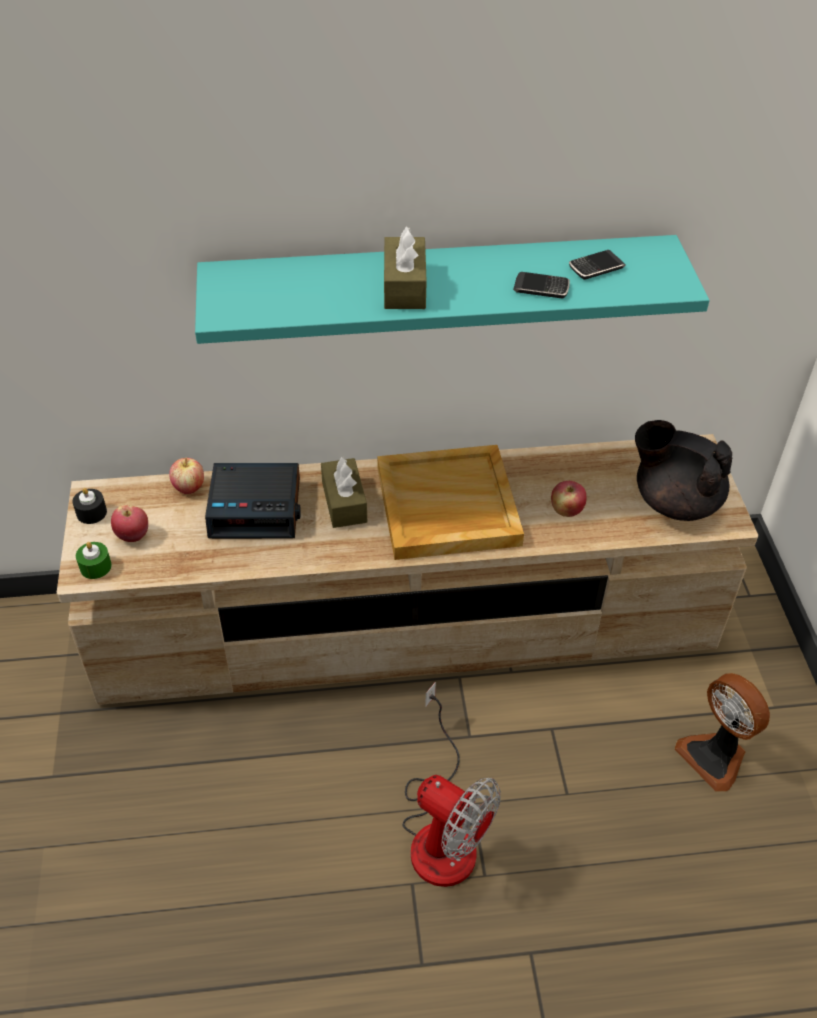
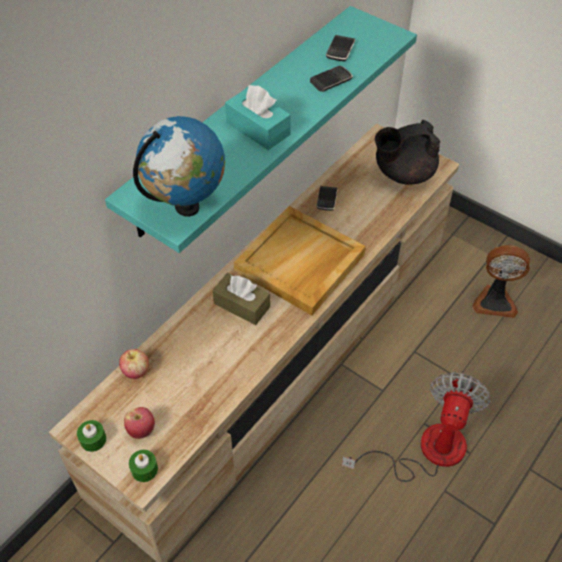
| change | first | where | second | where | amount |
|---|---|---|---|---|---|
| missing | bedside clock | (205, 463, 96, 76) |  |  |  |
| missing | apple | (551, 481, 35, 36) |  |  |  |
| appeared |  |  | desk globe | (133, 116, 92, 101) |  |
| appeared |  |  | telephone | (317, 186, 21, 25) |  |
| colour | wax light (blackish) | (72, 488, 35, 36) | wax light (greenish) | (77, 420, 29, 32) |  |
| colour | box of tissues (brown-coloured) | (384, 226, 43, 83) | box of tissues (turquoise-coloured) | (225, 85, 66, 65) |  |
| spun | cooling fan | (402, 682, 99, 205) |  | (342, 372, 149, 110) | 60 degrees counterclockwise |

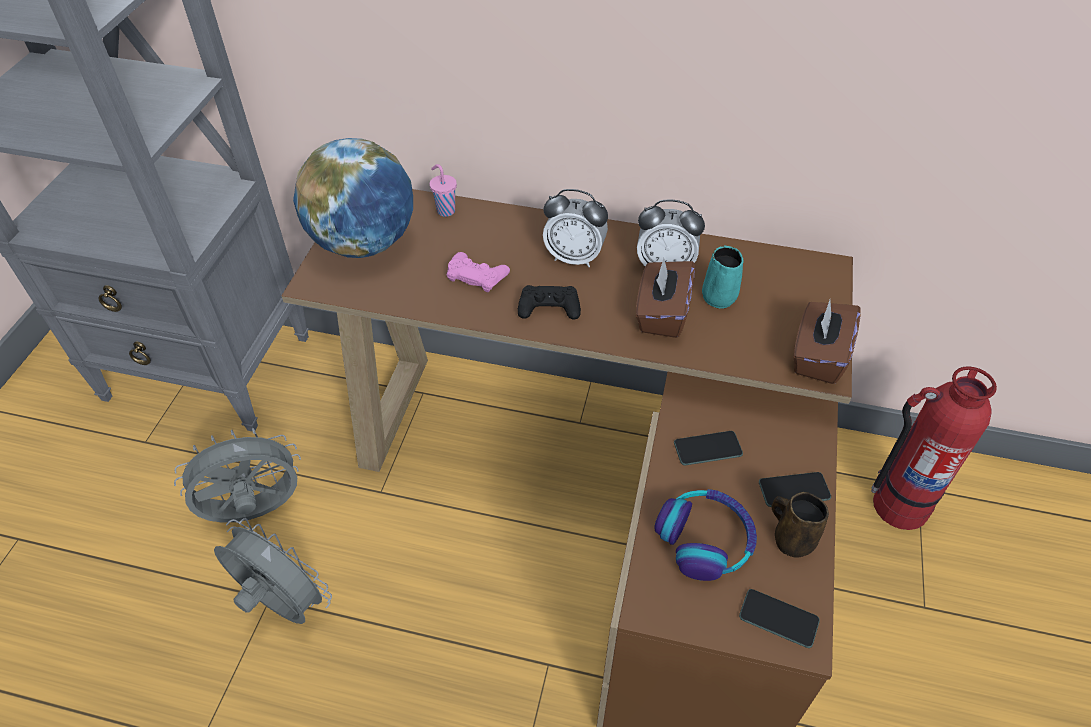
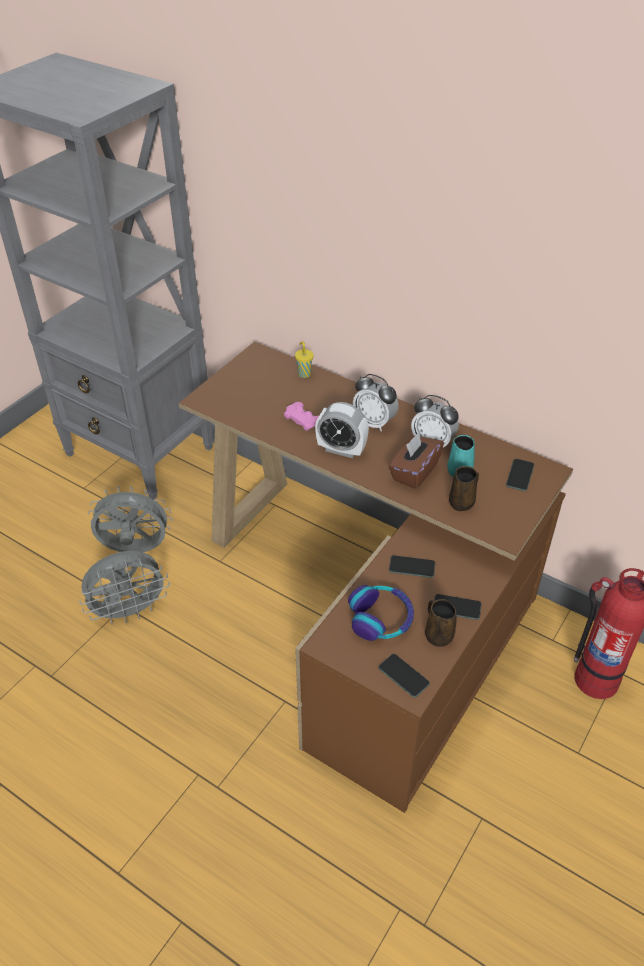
| change | first | where | second | where | amount |
|---|---|---|---|---|---|
| missing | desk globe | (293, 138, 120, 120) |  |  |  |
| missing | box of tissues (brown-coloured) | (793, 300, 68, 84) |  |  |  |
| appeared |  |  | tea mug (brown-coloured) | (449, 466, 30, 45) |  |
| appeared |  |  | telephone | (506, 459, 28, 32) |  |
| exchanged | joypad (blackish) | (518, 285, 63, 34) | bedside clock | (315, 402, 54, 56) |  |
| colour | drinking cup (pinkish) | (430, 164, 27, 53) | drinking cup (yellow-coloured) | (295, 341, 19, 37) |  |
| spun | cooling fan (grey) | (214, 518, 118, 106) |  | (79, 551, 91, 74) | 105 degrees clockwise |

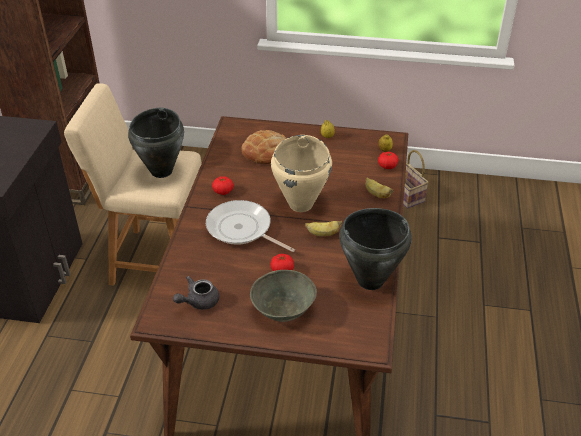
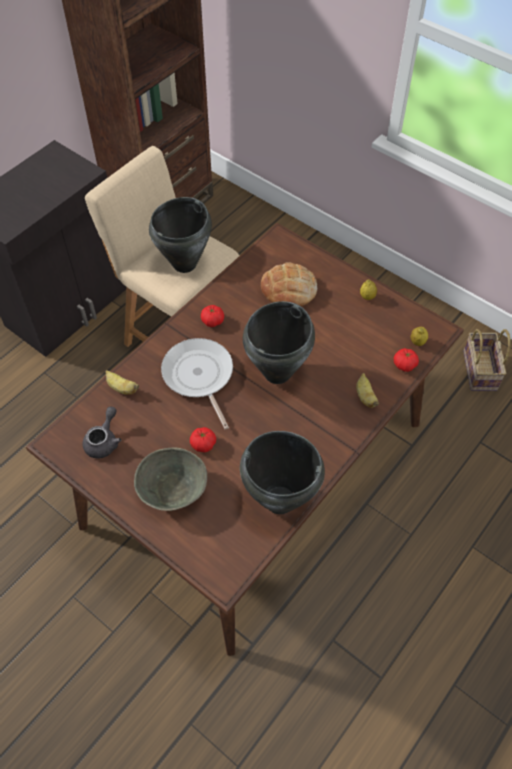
| change | first | where | second | where | amount |
|---|---|---|---|---|---|
| relocated | banana | (305, 221, 37, 15) |  | (106, 370, 33, 25) |  |
| colour | stockpot (sand-coloured) | (271, 135, 61, 77) | stockpot (blackish) | (243, 301, 72, 83) |  |
| spun | teapot (grey) | (173, 276, 46, 34) |  | (83, 406, 39, 52) | 120 degrees clockwise |

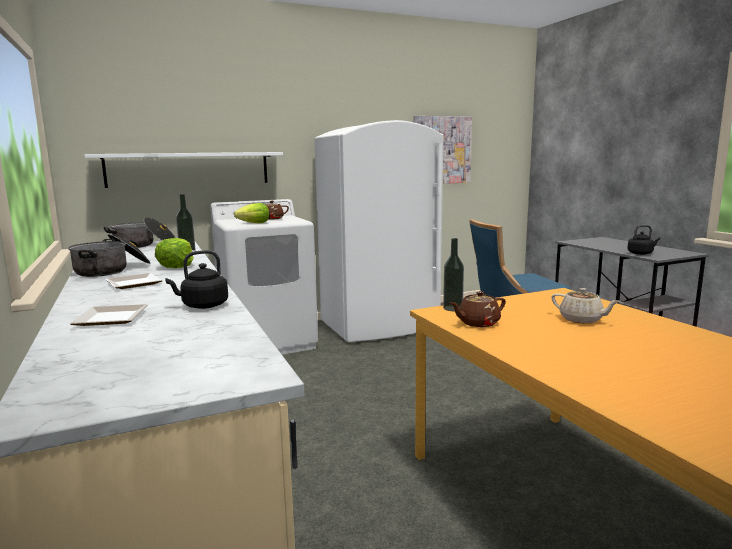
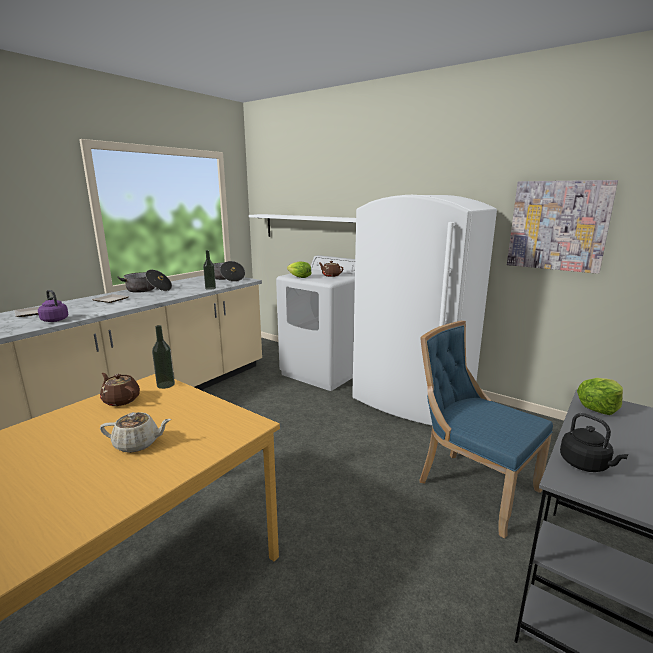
| change | first | where | second | where | amount |
|---|---|---|---|---|---|
| relocated | head of lettuce | (155, 238, 39, 30) |  | (577, 378, 46, 37) |  |
| colour | tea kettle (blackish) | (165, 250, 63, 59) | tea kettle (purple) | (38, 290, 30, 32) |  |
| spun | teapot (sand-coloured) | (551, 288, 69, 36) |  | (100, 412, 71, 41) | 105 degrees counterclockwise |

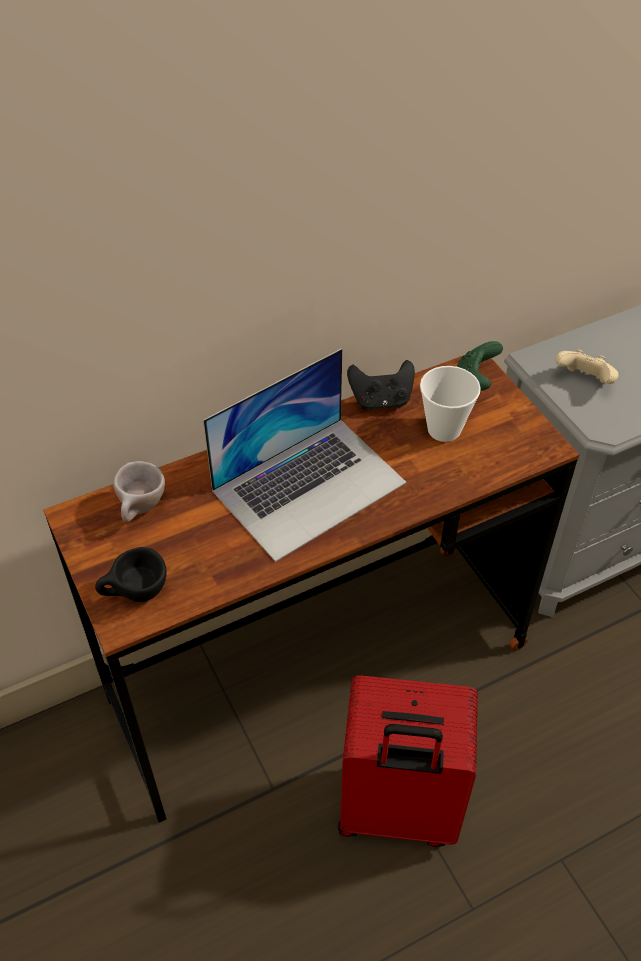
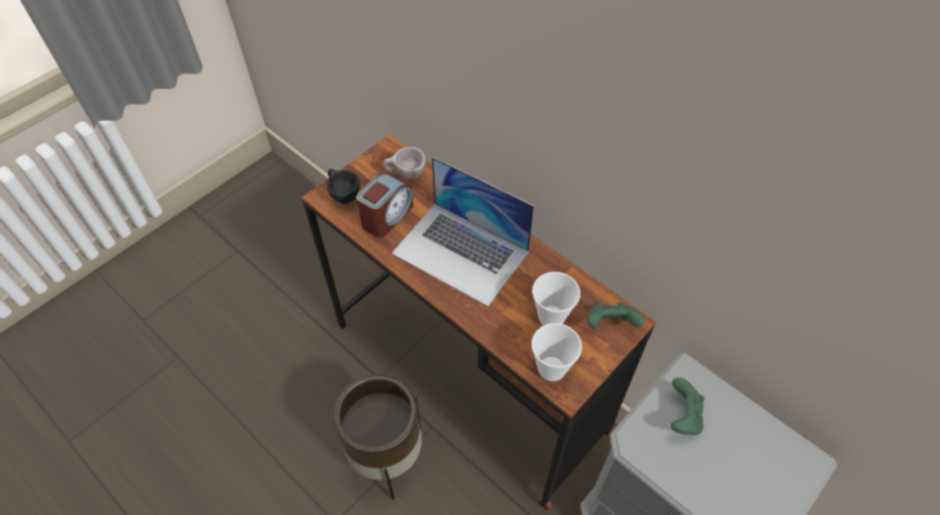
| change | first | where | second | where | amount |
|---|---|---|---|---|---|
| missing | joypad (blackish) | (347, 360, 68, 50) |  |  |  |
| appeared |  |  | bedside clock | (356, 173, 58, 65) |  |
| appeared |  |  | drinking cup | (531, 323, 51, 58) |  |
| exchanged | travel case (reddish) | (338, 676, 140, 171) | planter (brown-coloured) | (334, 374, 88, 126) |  |
| colour | joypad (sand-coloured) | (555, 349, 64, 35) | joypad (greenish) | (671, 378, 33, 57) |  |

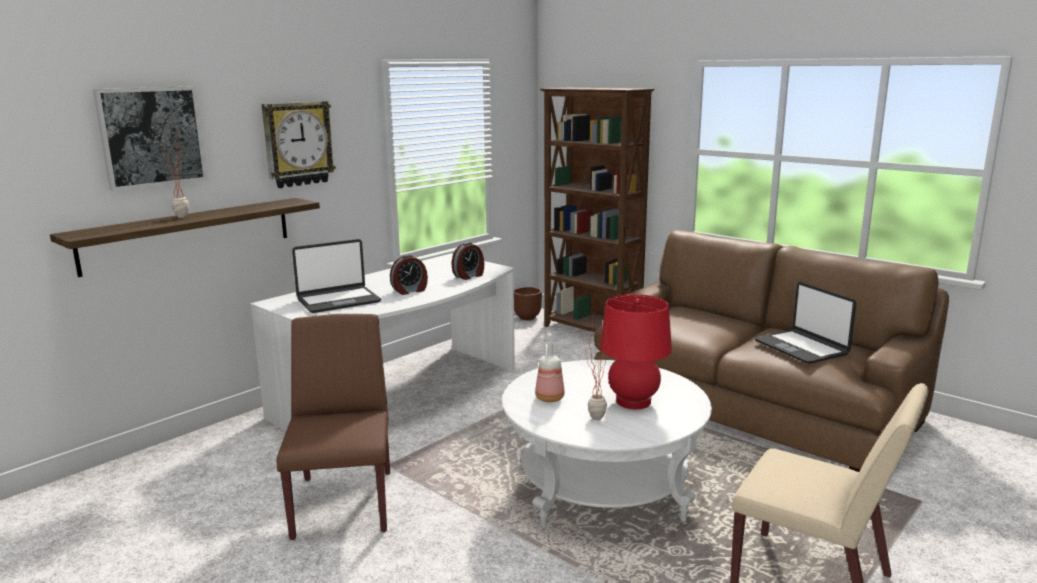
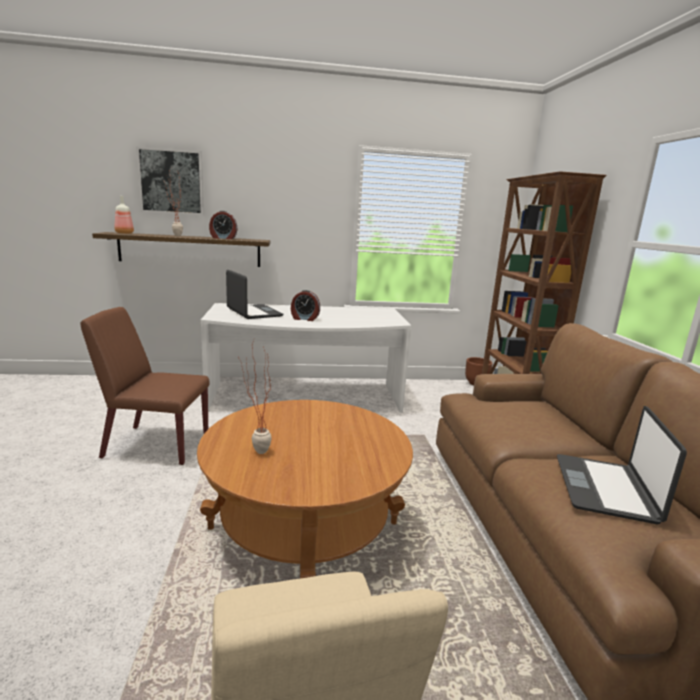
| change | first | where | second | where | amount |
|---|---|---|---|---|---|
| missing | clock on the wall | (262, 101, 74, 87) |  |  |  |
| missing | tabletop lamp (reddish) | (600, 294, 72, 115) |  |  |  |
| relocated | bedside clock | (452, 242, 32, 38) |  | (209, 211, 28, 28) |  |
| relocated | beverage bottle | (535, 342, 30, 60) |  | (114, 196, 20, 38) |  |
| colour | low table (white-coloured) | (502, 360, 210, 167) | low table (brown-coloured) | (197, 400, 216, 178) |  |
| spun | chair (brown-coloured) | (277, 314, 113, 226) |  | (80, 307, 130, 158) | 120 degrees counterclockwise |
| spun | portable computer | (292, 239, 89, 74) |  | (226, 270, 57, 49) | 135 degrees counterclockwise |

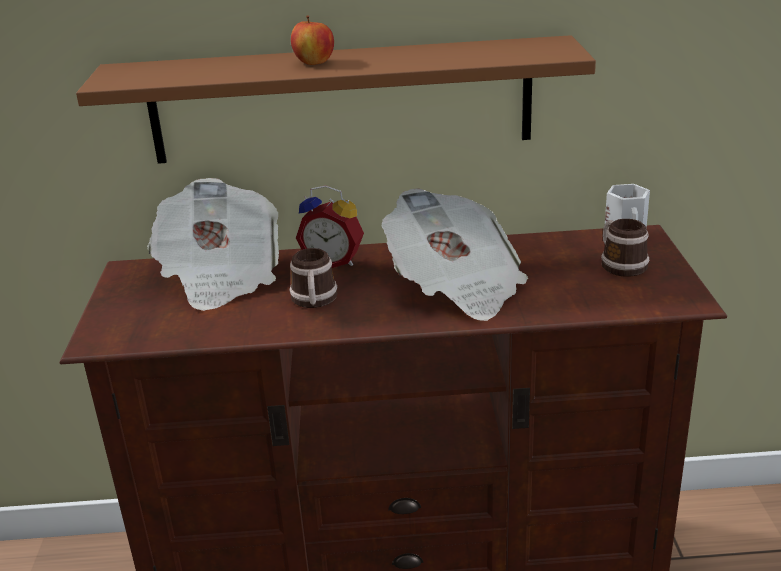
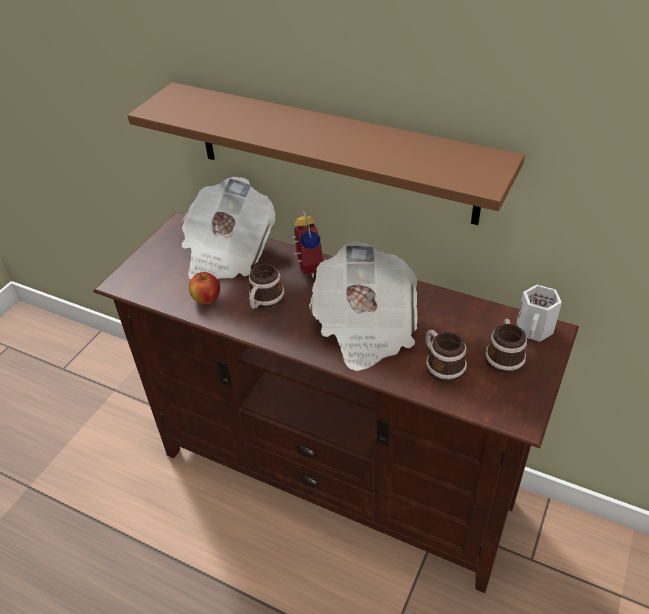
| change | first | where | second | where | amount |
|---|---|---|---|---|---|
| appeared |  |  | tea mug | (426, 330, 41, 53) |  |
| relocated | apple | (291, 15, 43, 50) |  | (189, 272, 31, 32) |  |
| spun | bedside clock | (296, 185, 68, 83) |  | (289, 211, 34, 67) | 150 degrees counterclockwise |

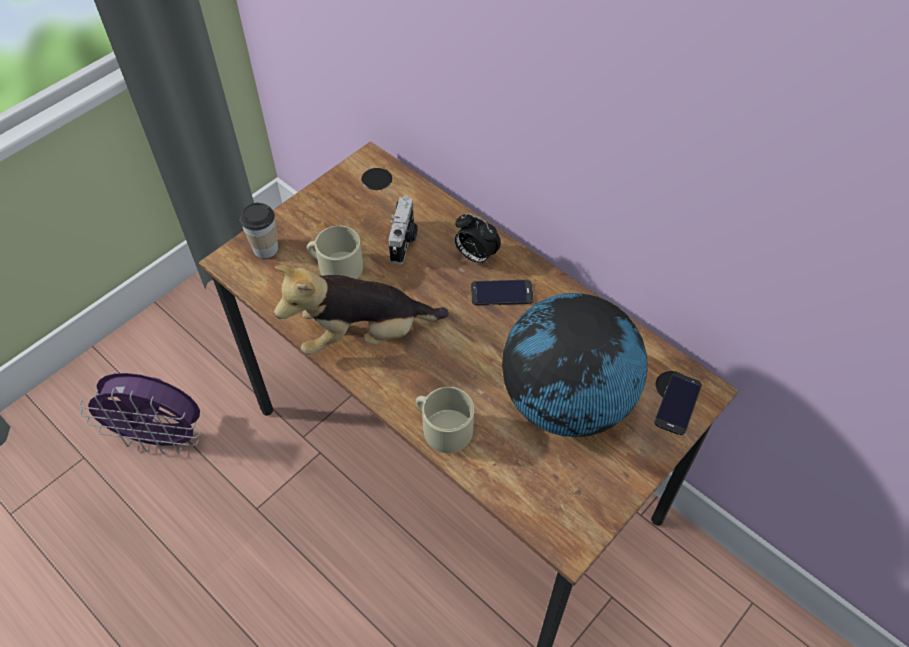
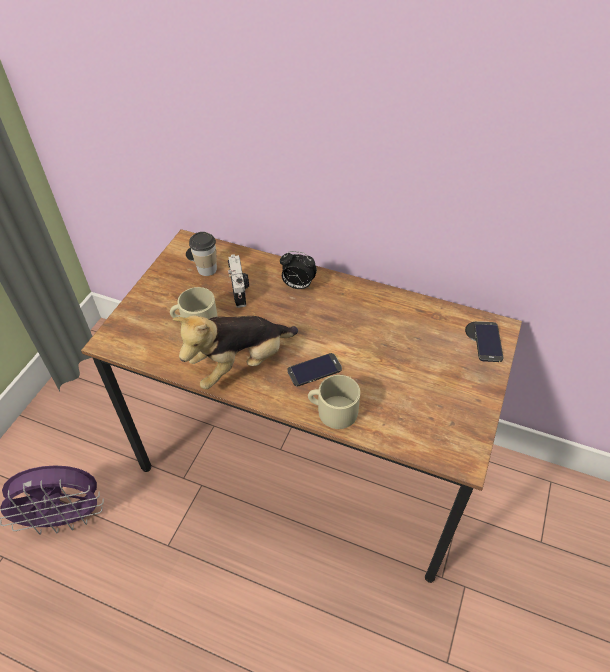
| change | first | where | second | where | amount |
|---|---|---|---|---|---|
| missing | desk globe | (502, 293, 146, 144) |  |  |  |
| relocated | drinking cup | (240, 203, 38, 55) |  | (189, 232, 28, 44) |  |
| relocated | telephone | (471, 280, 62, 26) |  | (287, 353, 55, 33) |  |

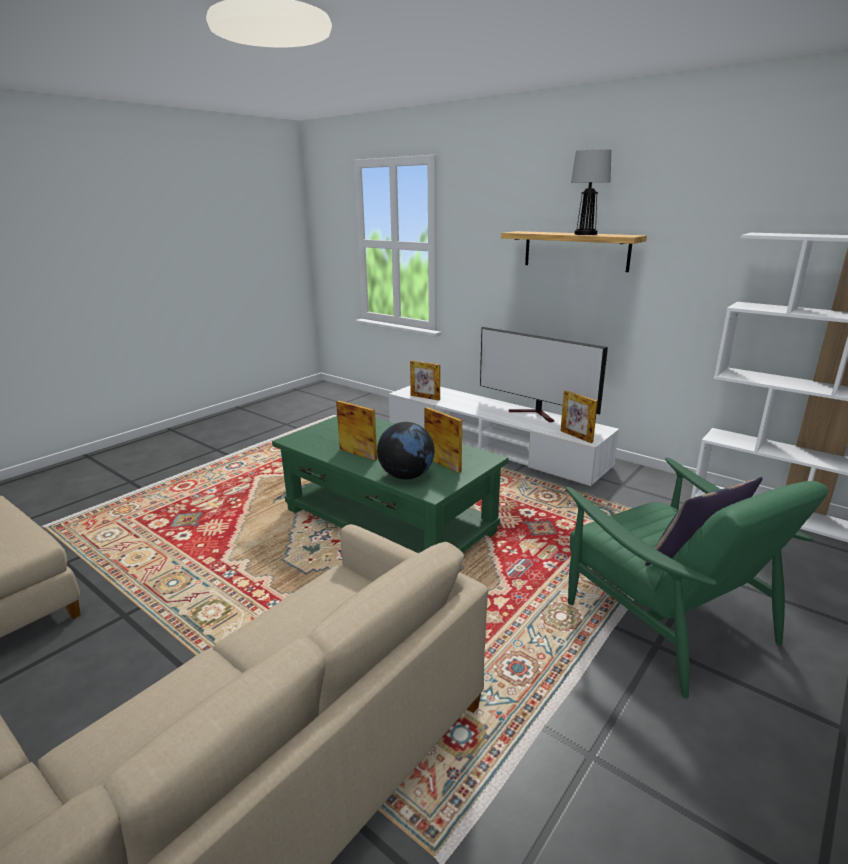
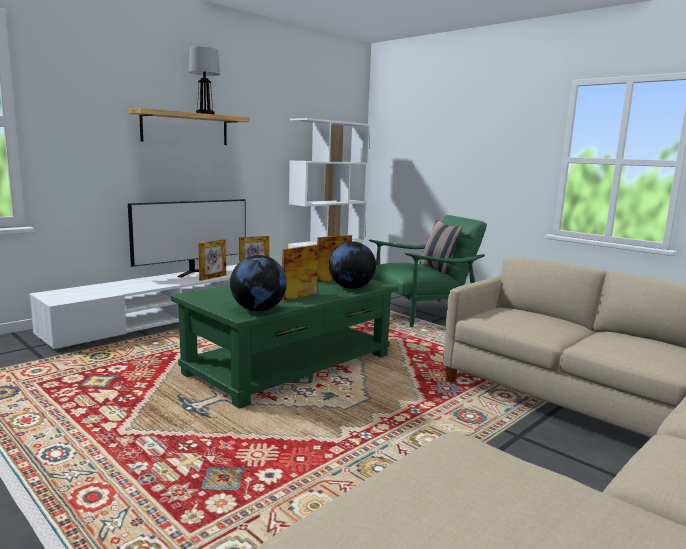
| change | first | where | second | where | amount |
|---|---|---|---|---|---|
| appeared |  |  | desk globe | (230, 255, 57, 56) |  |
| relocated | picture frame | (410, 361, 30, 40) |  | (198, 239, 28, 42) |  |

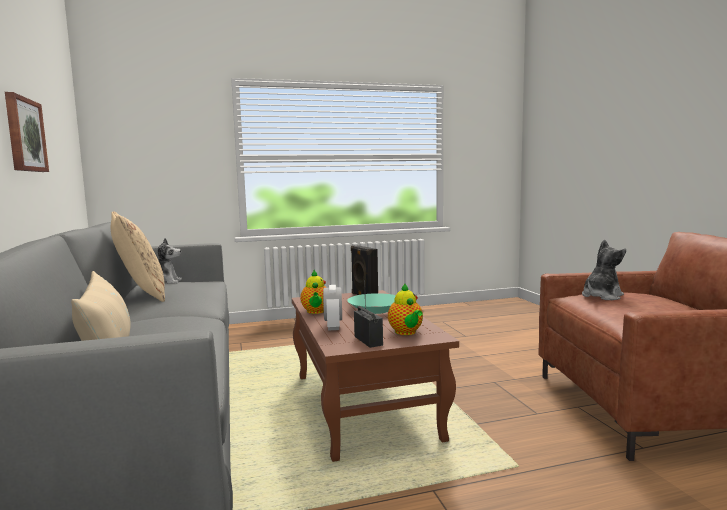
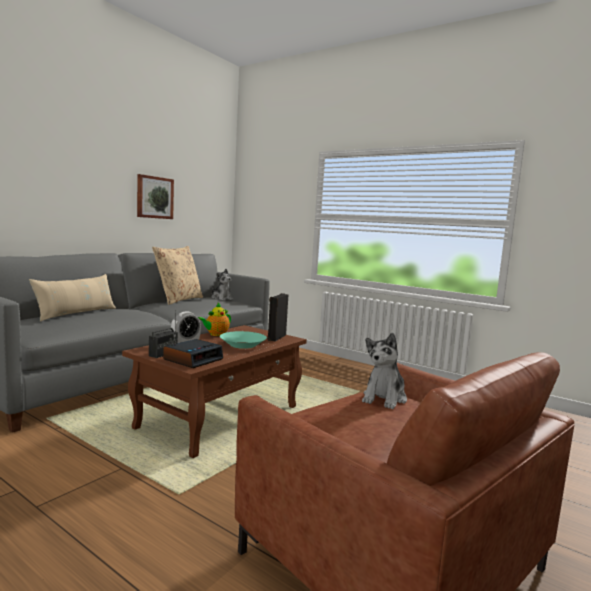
| change | first | where | second | where | amount |
|---|---|---|---|---|---|
| exchanged | teapot | (388, 284, 35, 51) | bedside clock | (163, 339, 60, 29) |  |
| spun | plush toy | (582, 239, 44, 61) |  | (362, 333, 45, 76) | 105 degrees clockwise |

